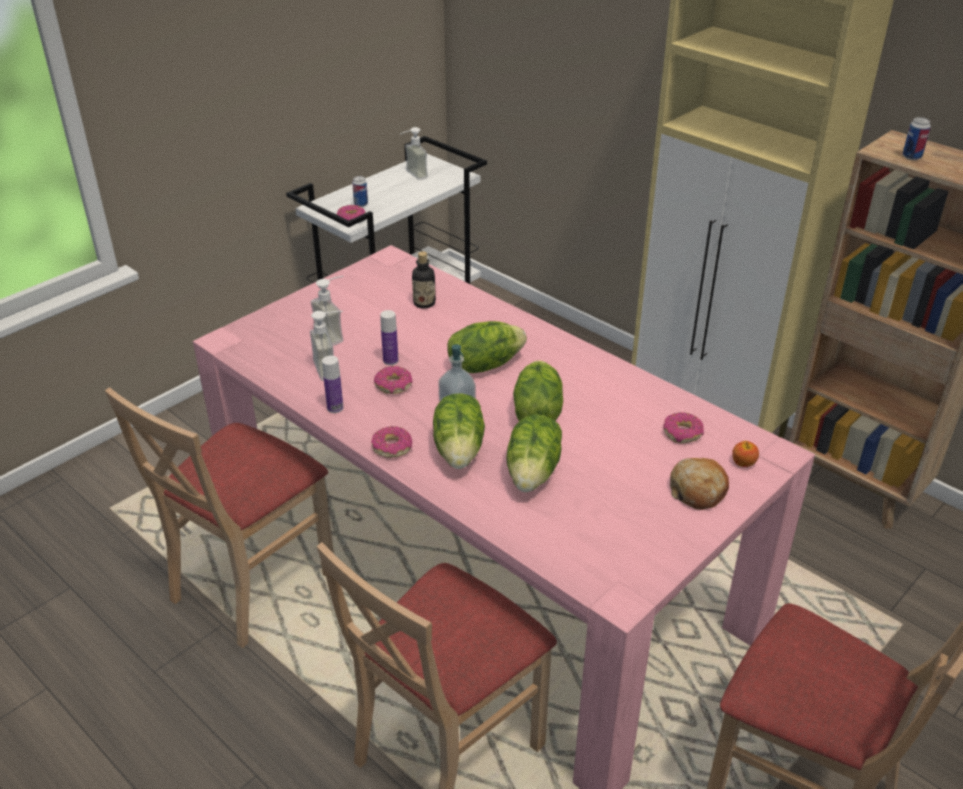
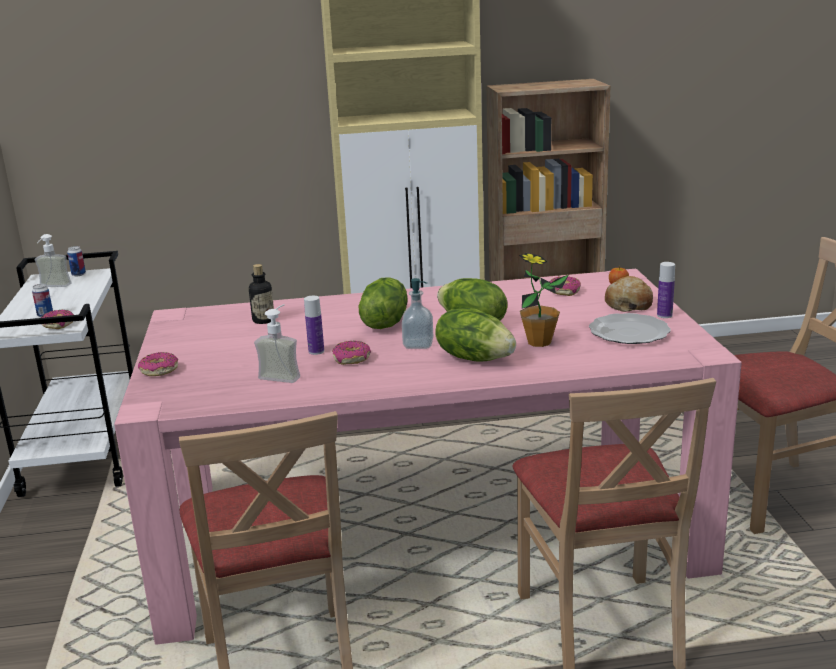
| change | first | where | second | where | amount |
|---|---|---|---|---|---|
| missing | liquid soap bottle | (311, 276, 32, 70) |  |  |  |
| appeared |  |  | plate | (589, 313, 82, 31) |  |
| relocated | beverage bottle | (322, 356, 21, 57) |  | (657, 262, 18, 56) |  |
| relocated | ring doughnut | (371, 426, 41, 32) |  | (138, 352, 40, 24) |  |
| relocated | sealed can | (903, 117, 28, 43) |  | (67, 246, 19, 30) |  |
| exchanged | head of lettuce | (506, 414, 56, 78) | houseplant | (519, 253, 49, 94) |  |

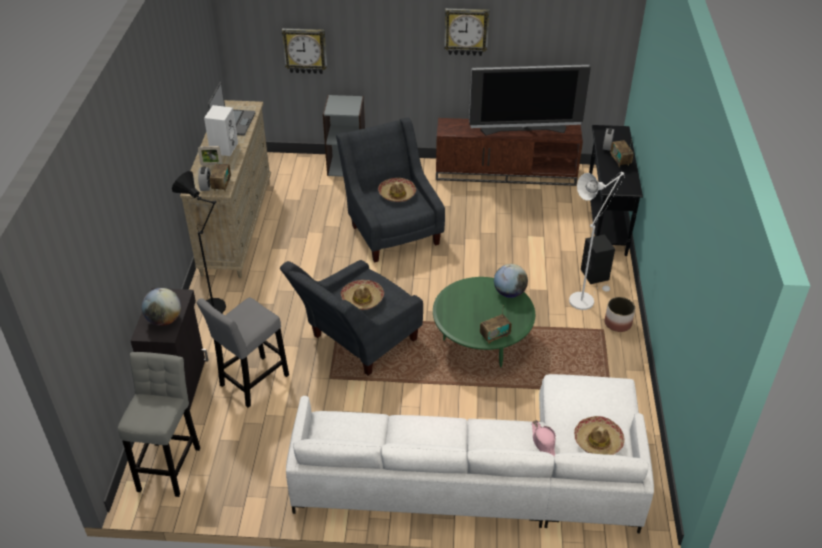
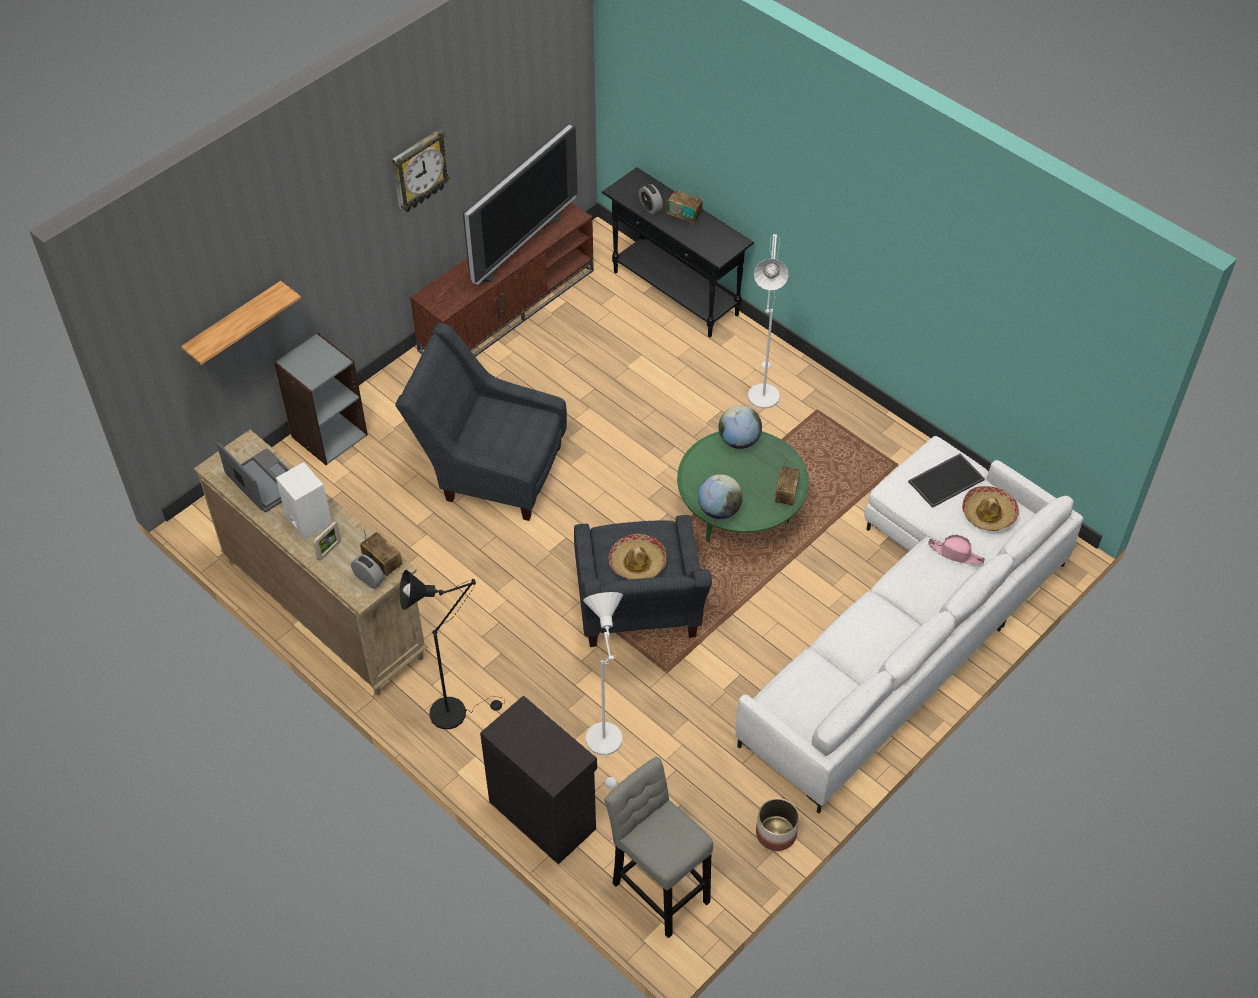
| change | first | where | second | where | amount |
|---|---|---|---|---|---|
| missing | wearable hat | (378, 178, 38, 24) |  |  |  |
| missing | audio speaker (blackish) | (581, 234, 34, 50) |  |  |  |
| appeared |  |  | serving tray | (908, 453, 77, 55) |  |
| relocated | desk globe | (142, 288, 39, 38) |  | (698, 474, 45, 45) |  |
| relocated | planter | (605, 297, 30, 35) |  | (756, 798, 43, 53) |  |
| exchanged | sitting stool (grey) | (197, 297, 92, 111) | floor lamp (white-coloured) | (583, 592, 40, 196) |  |
| exchanged | clock on the wall | (282, 28, 45, 46) | bracket shelf | (181, 281, 120, 84) |  |

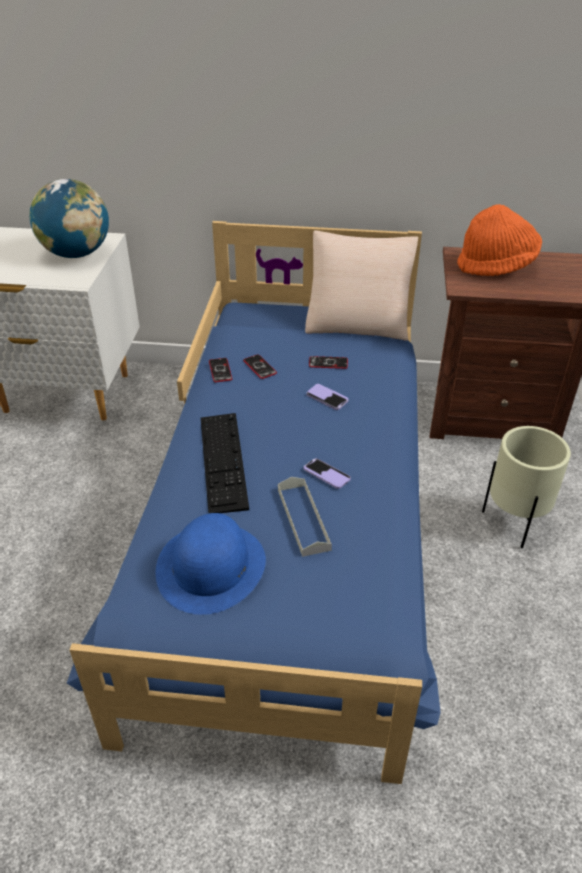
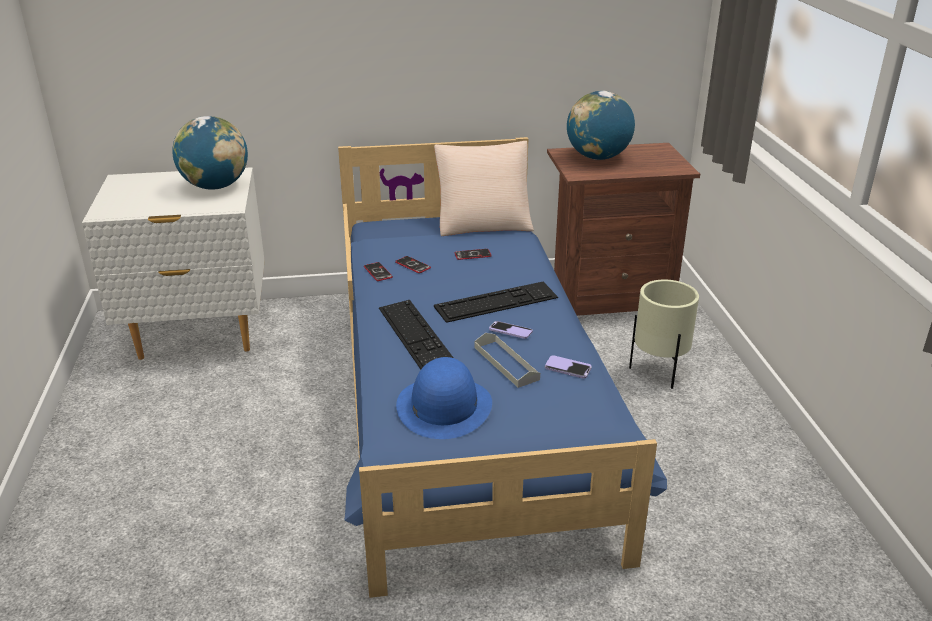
| change | first | where | second | where | amount |
|---|---|---|---|---|---|
| appeared |  |  | keyboard | (434, 282, 124, 41) |  |
| relocated | telephone | (307, 384, 42, 26) |  | (545, 355, 47, 24) |  |
| exchanged | wearable hat (orangey) | (457, 204, 85, 72) | desk globe | (567, 91, 68, 69) |  |

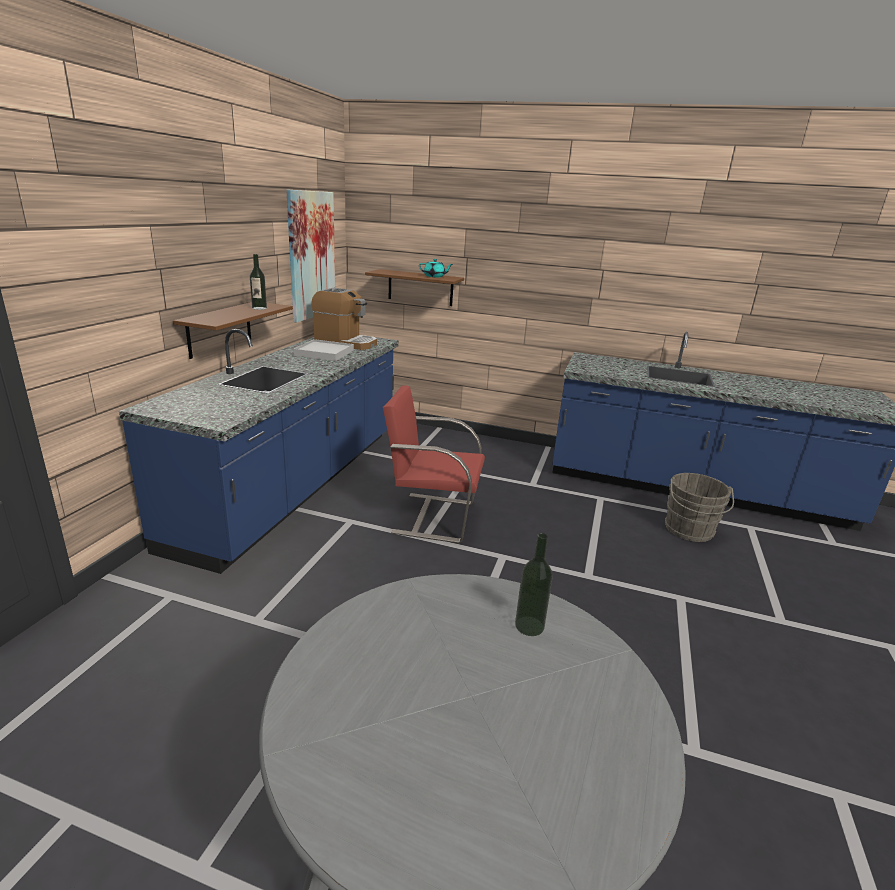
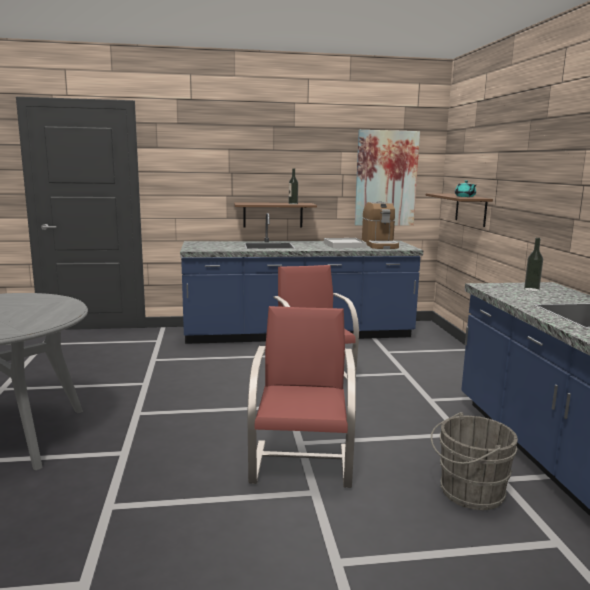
| change | first | where | second | where | amount |
|---|---|---|---|---|---|
| appeared |  |  | chair (reddish) | (248, 306, 108, 182) |  |
| relocated | beverage bottle | (515, 533, 38, 103) |  | (524, 238, 19, 53) |  |

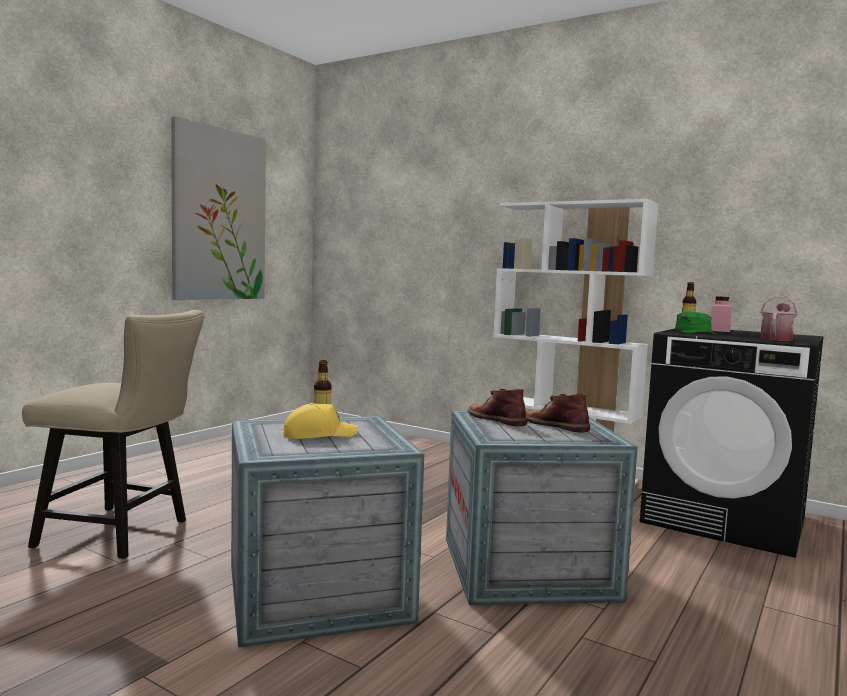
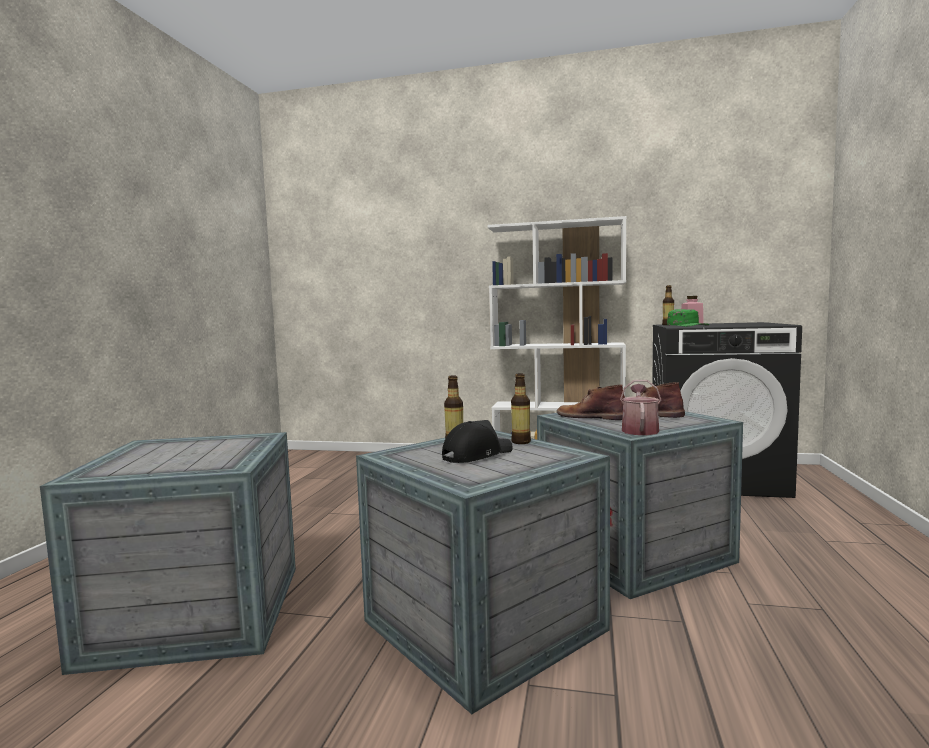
| change | first | where | second | where | amount |
|---|---|---|---|---|---|
| missing | wall picture | (171, 116, 95, 184) |  |  |  |
| appeared |  |  | beverage bottle | (511, 373, 20, 71) |  |
| relocated | watering pot | (760, 296, 37, 45) |  | (620, 380, 42, 55) |  |
| exchanged | chair (sand-coloured) | (22, 310, 183, 249) | crate | (40, 432, 256, 243) |  |
| colour | peaked cap (yellow-coloured) | (283, 403, 75, 36) | peaked cap (blackish) | (442, 420, 70, 43) |  |

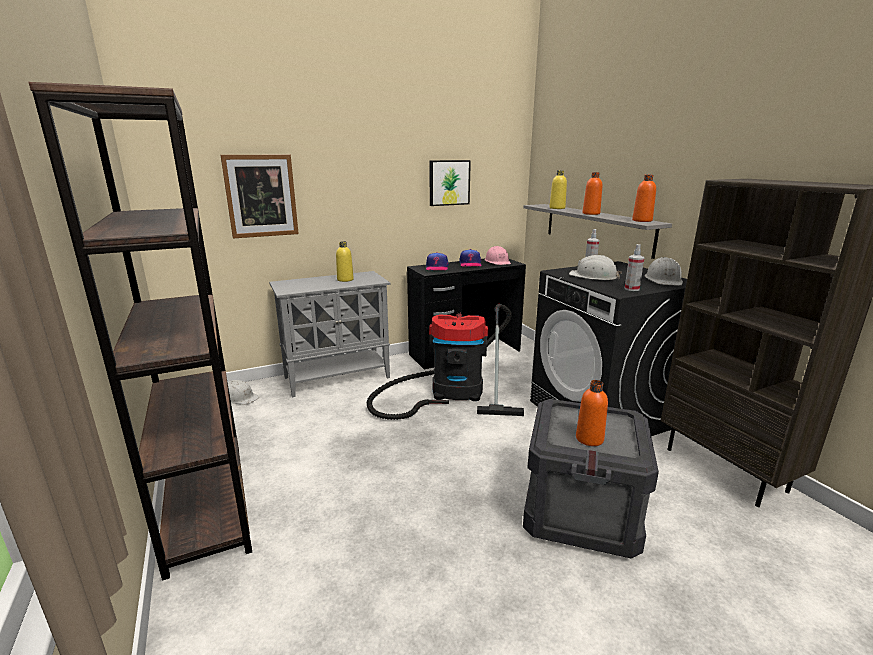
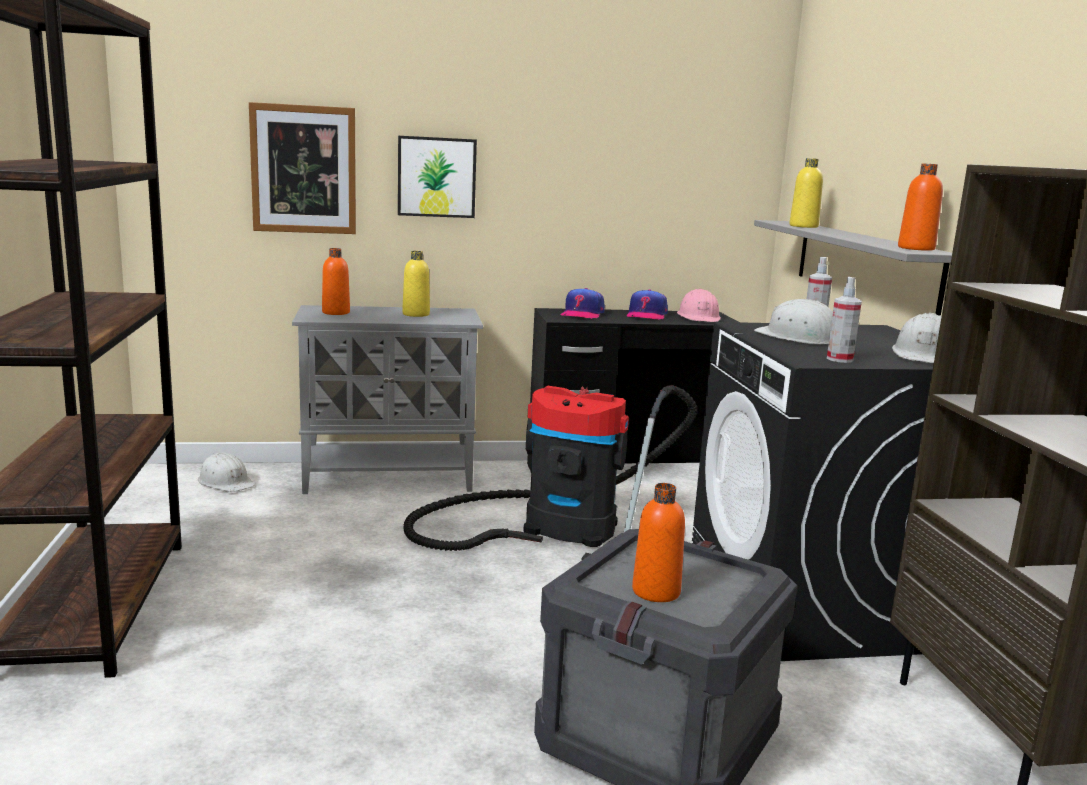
| change | first | where | second | where | amount |
|---|---|---|---|---|---|
| relocated | wall picture | (429, 160, 42, 46) |  | (398, 136, 79, 82) |  |
| relocated | beverage bottle (orangey) | (583, 172, 19, 43) |  | (322, 248, 28, 67) |  |

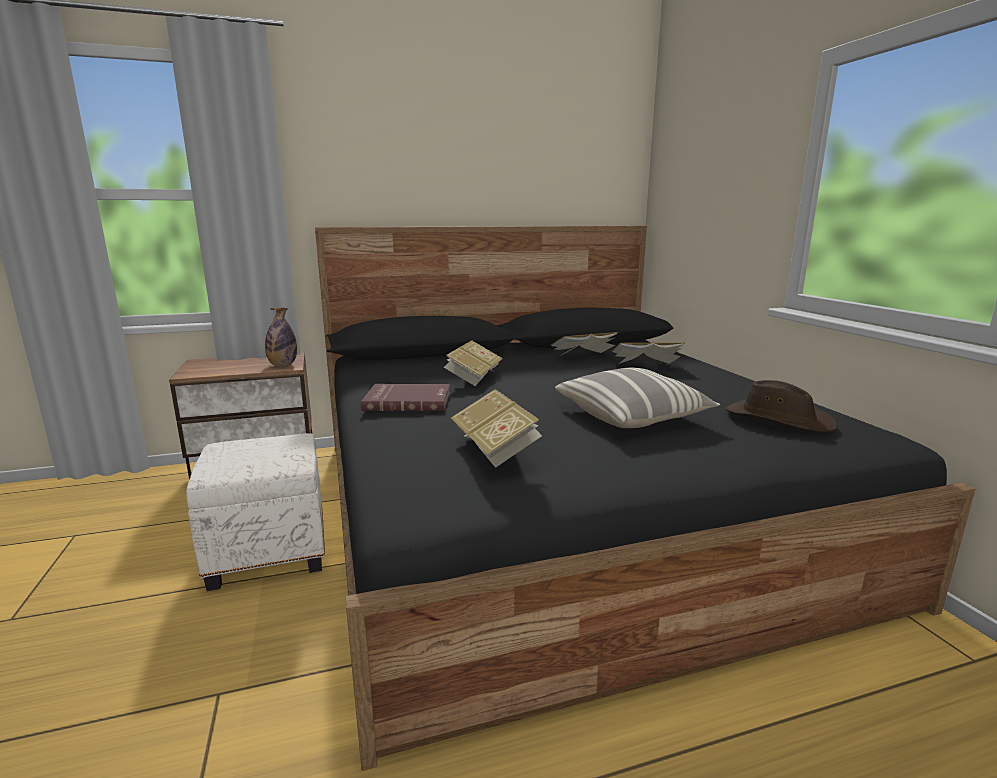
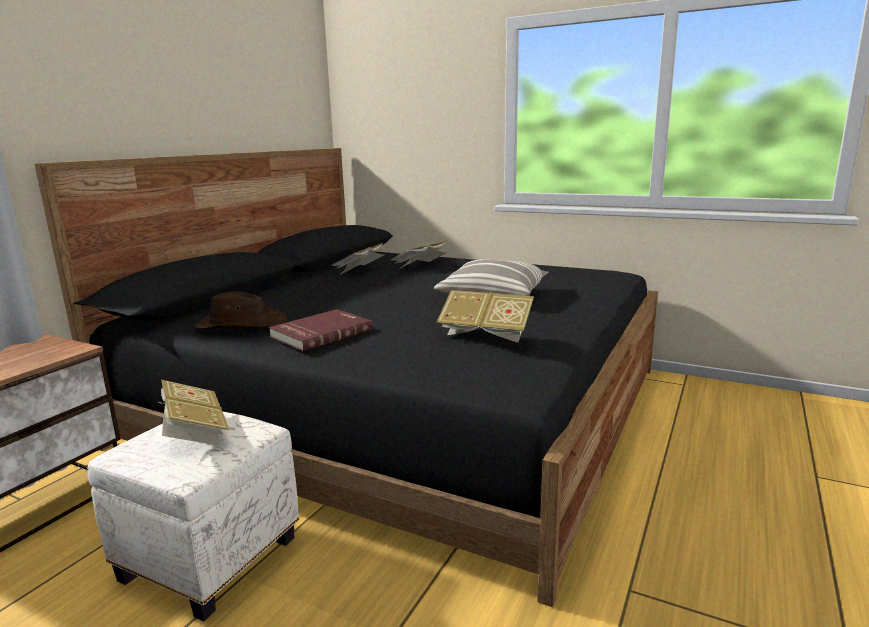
| change | first | where | second | where | amount |
|---|---|---|---|---|---|
| missing | beverage bottle | (265, 308, 32, 58) |  |  |  |
| relocated | bound book | (444, 340, 59, 46) |  | (158, 380, 71, 65) |  |
| relocated | wearable hat (brown-coloured) | (726, 380, 112, 52) |  | (194, 291, 94, 38) |  |

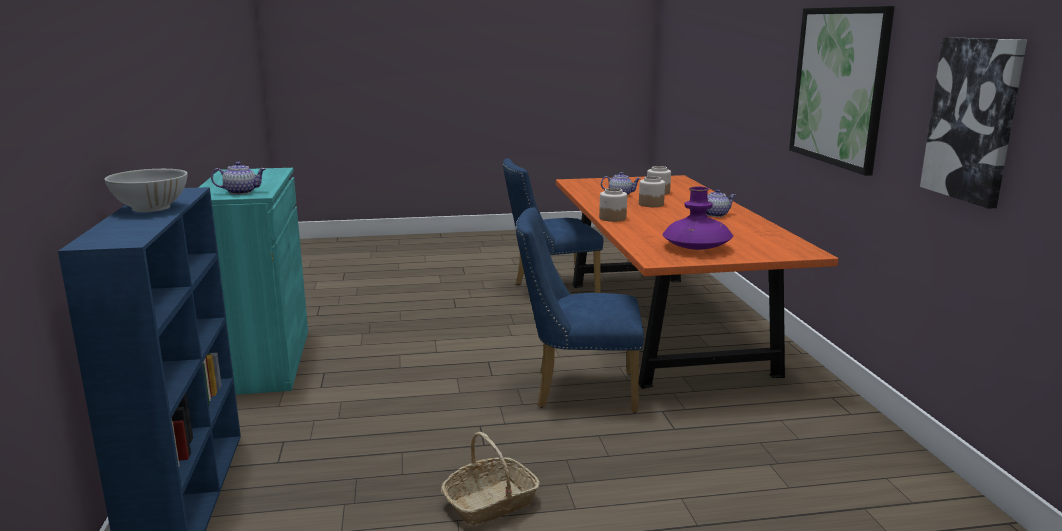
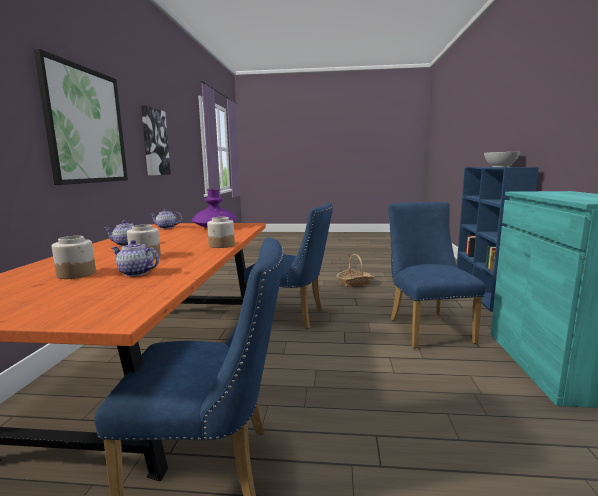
| change | first | where | second | where | amount |
|---|---|---|---|---|---|
| appeared |  |  | chair (blue-coloured) | (388, 202, 98, 147) |  |
| relocated | teapot | (211, 162, 55, 33) |  | (150, 209, 32, 20) |  |

